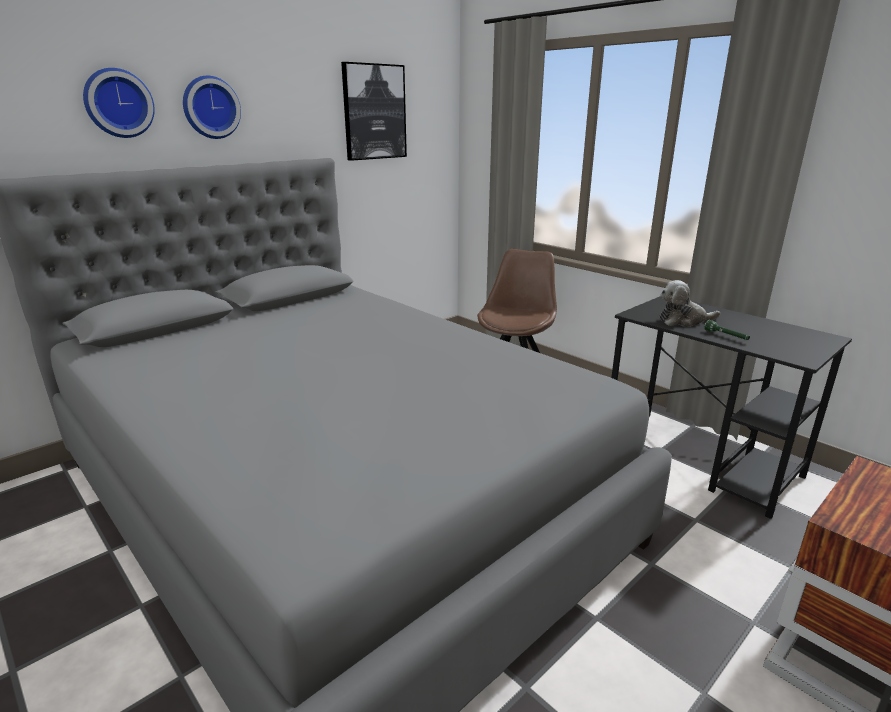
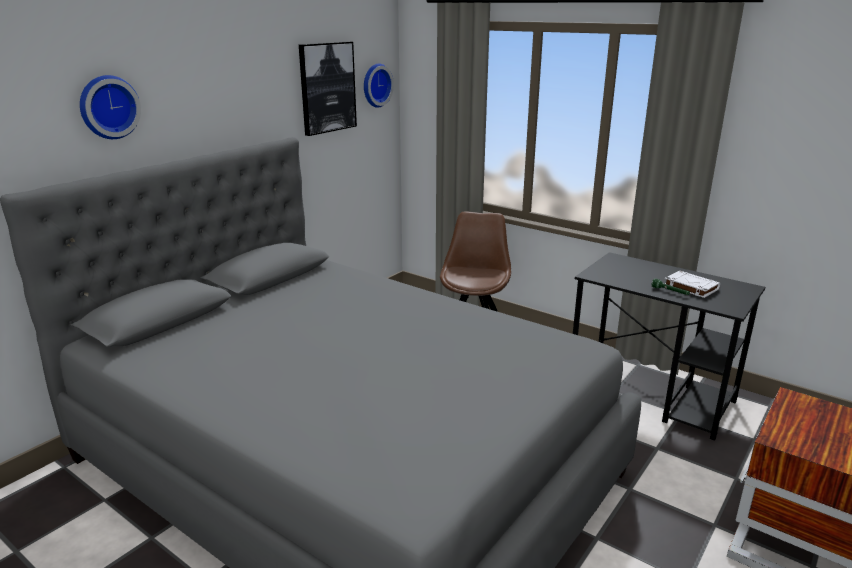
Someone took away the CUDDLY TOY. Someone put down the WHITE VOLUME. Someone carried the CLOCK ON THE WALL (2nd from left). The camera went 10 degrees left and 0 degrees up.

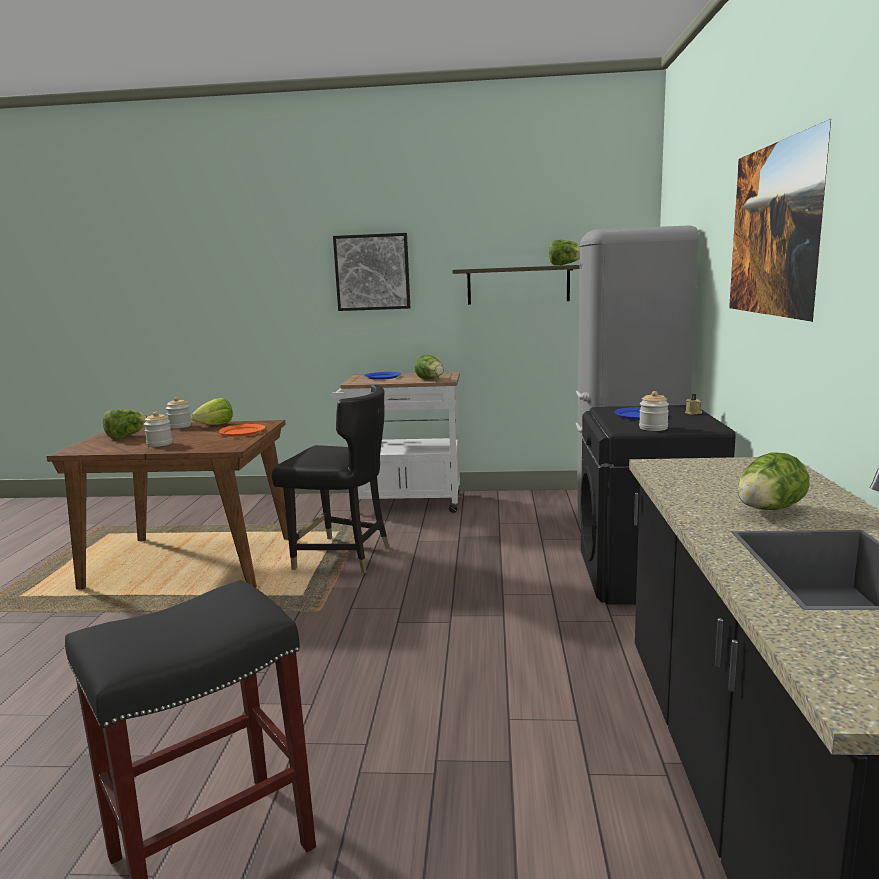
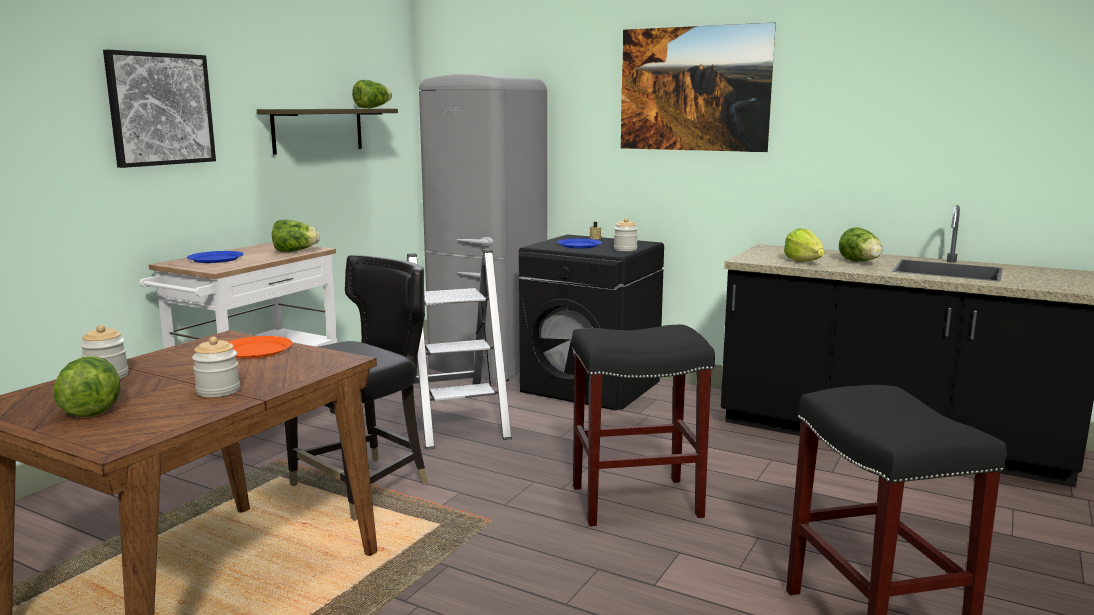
Someone put down the GREYISH STEPLADDER. Someone put down the BLACK STOOL (1st from left). Someone carried the LETTUCE HEAD (2nd from left in the first image). The camera went 65 degrees left and 0 degrees up.

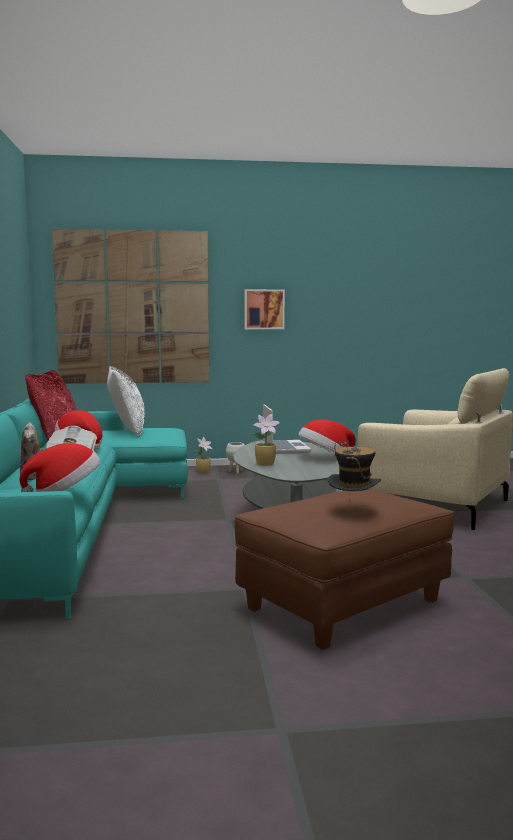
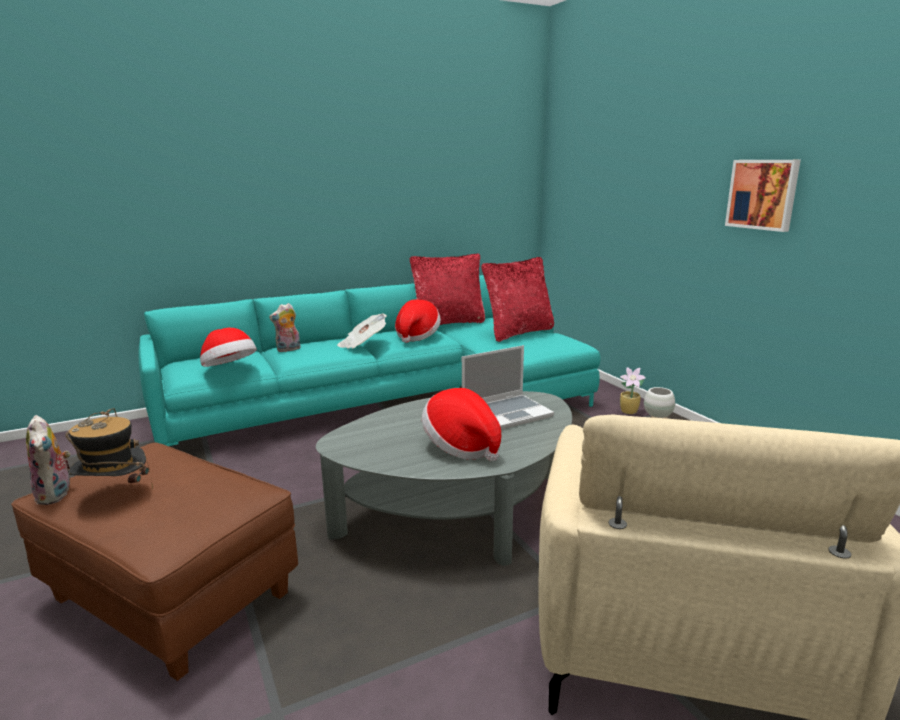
Someone took away the WALL ART (1st from left). Someone took away the PLANT IN A POT (2nd from left). Someone put down the CUDDLY TOY (1st from left). Someone repainted the WHITE THROW PILLOW, which became the REDDISH THROW PILLOW (2nd from left). The camera went 70 degrees right and 10 degrees up.

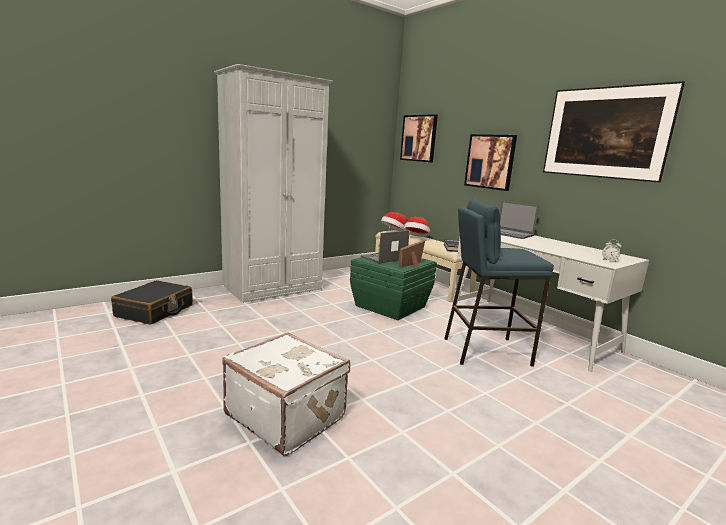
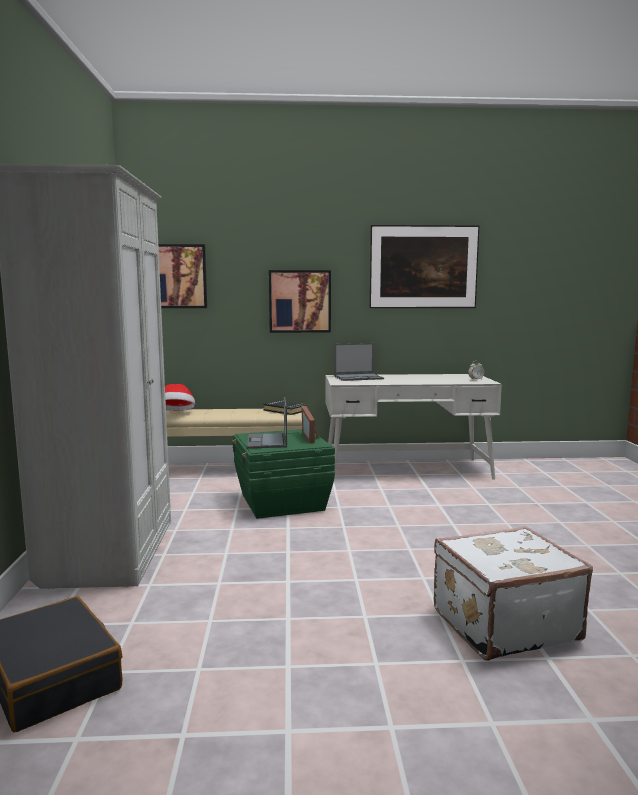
Someone took away the WEARABLE HAT (2nd from left). Someone took away the BLUISH STOOL. The camera went 55 degrees left and 5 degrees down.

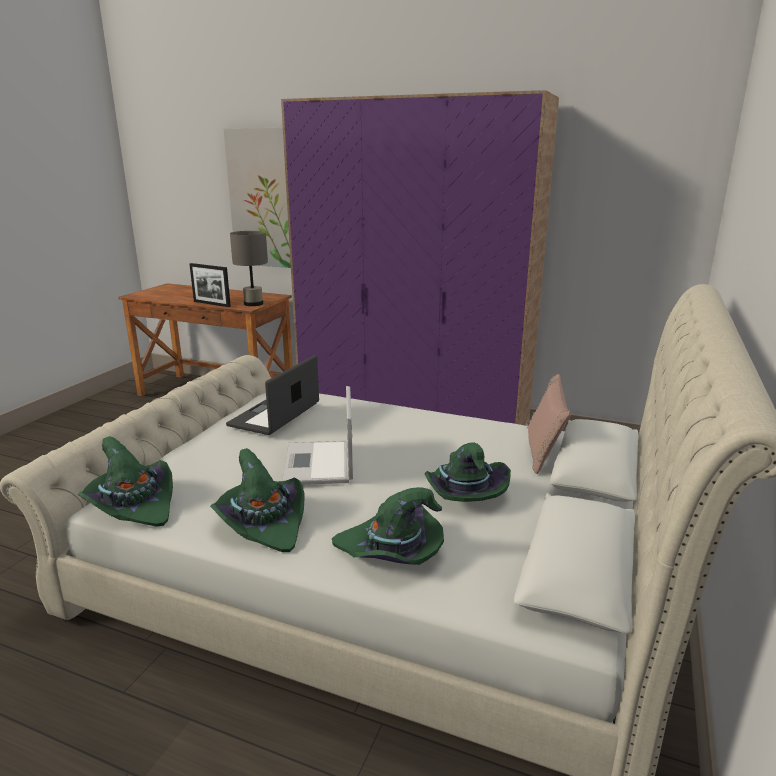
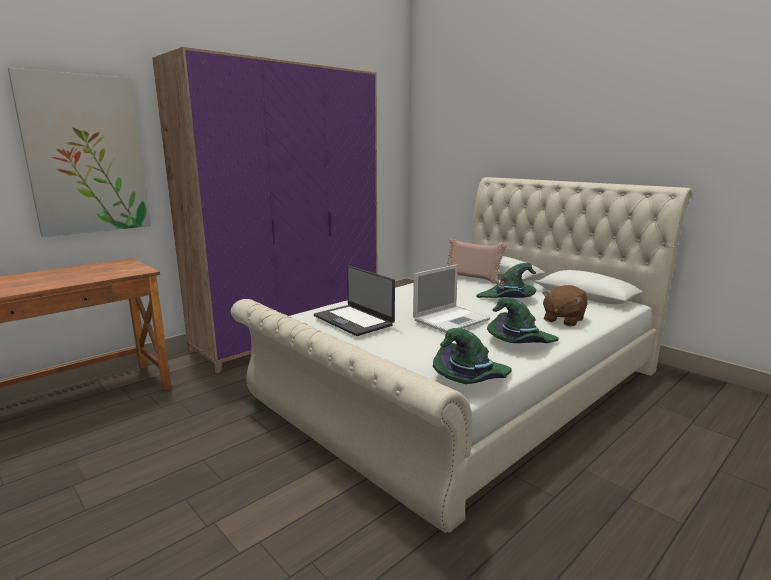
Someone took away the PHOTO FRAME. Someone took away the GREYISH LAMP FOR A TABLE. Someone swapped the GREEN WEARABLE HAT (3rd from left) for the BROWN-COLOURED CUDDLY TOY. Someone rotated the LAPTOP (2nd from left) by 60 degrees counterclockwise. The camera went 65 degrees left and 5 degrees down.

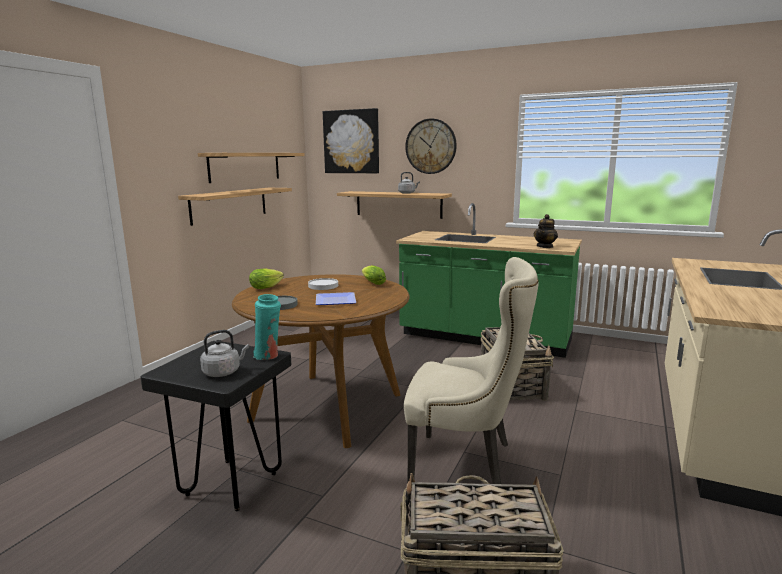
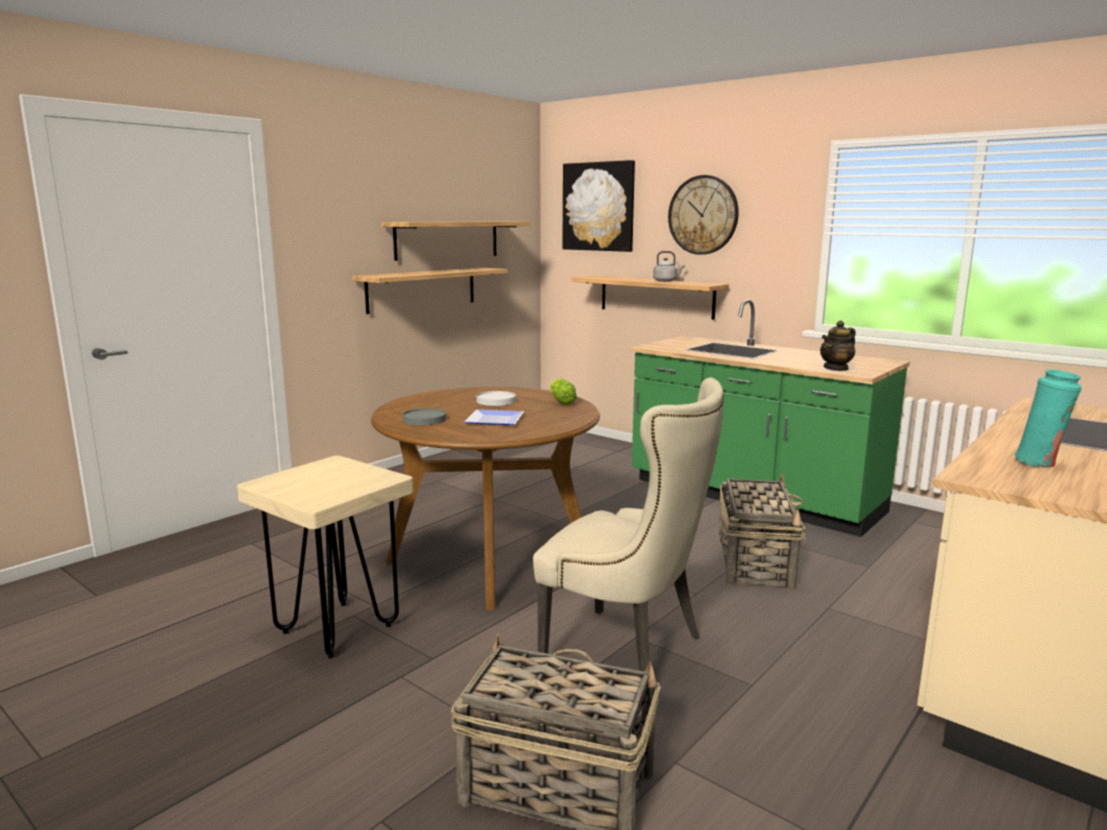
Someone took away the GREYISH WATER KETTLE (1st from left). Someone took away the LETTUCE HEAD (1st from left). Someone carried the BLUE-GREEN VASE. Someone repainted the BLACK STOOL, which became the SAND-COLOURED STOOL. The camera went 15 degrees right and 0 degrees up.

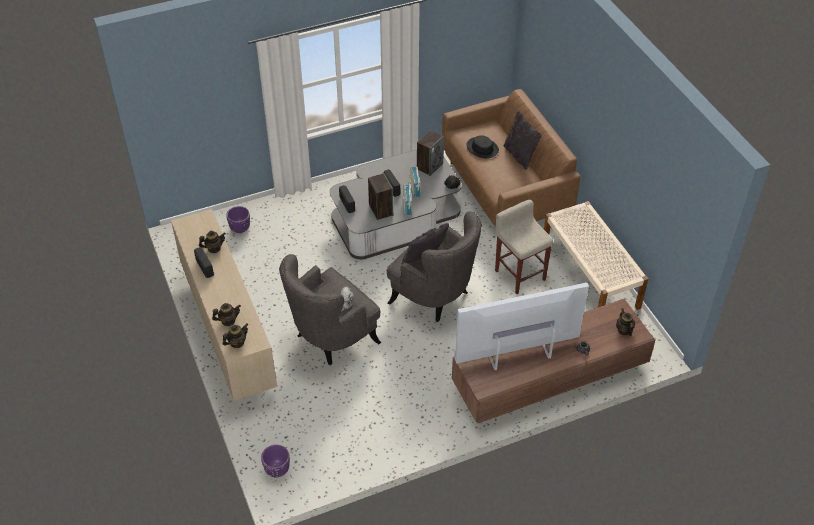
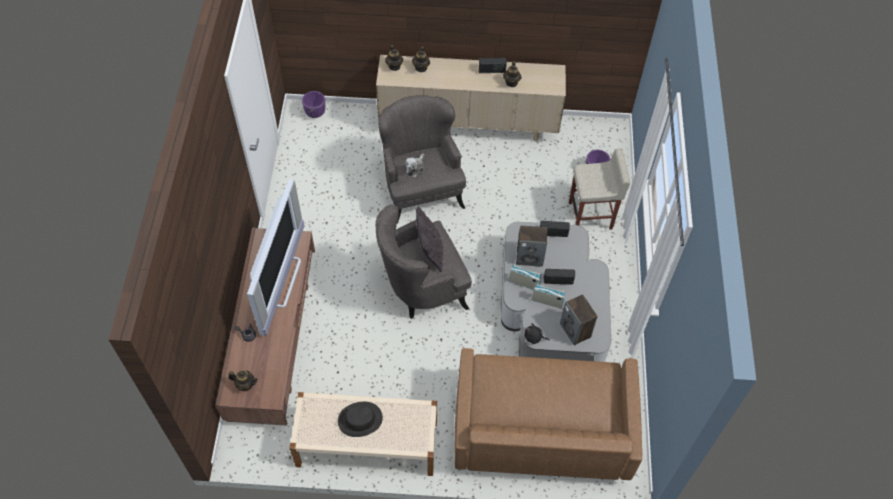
Someone took away the BLACK THROW PILLOW (2nd from left). Someone carried the BLACK WEARABLE HAT. Someone carried the SAND-COLOURED STOOL. The camera went 115 degrees right and 10 degrees up.

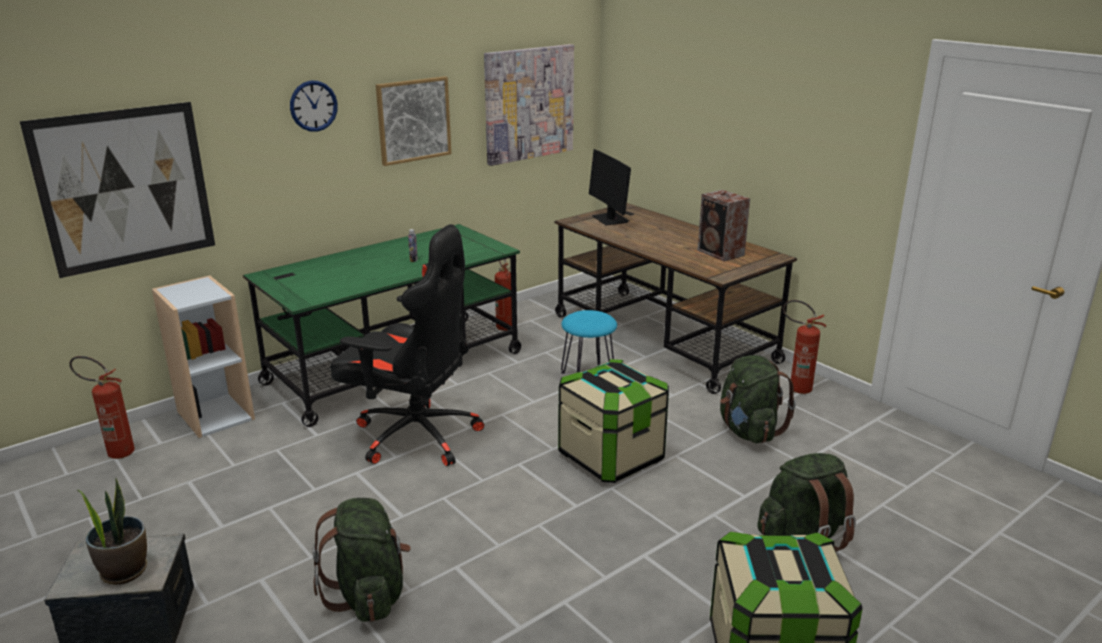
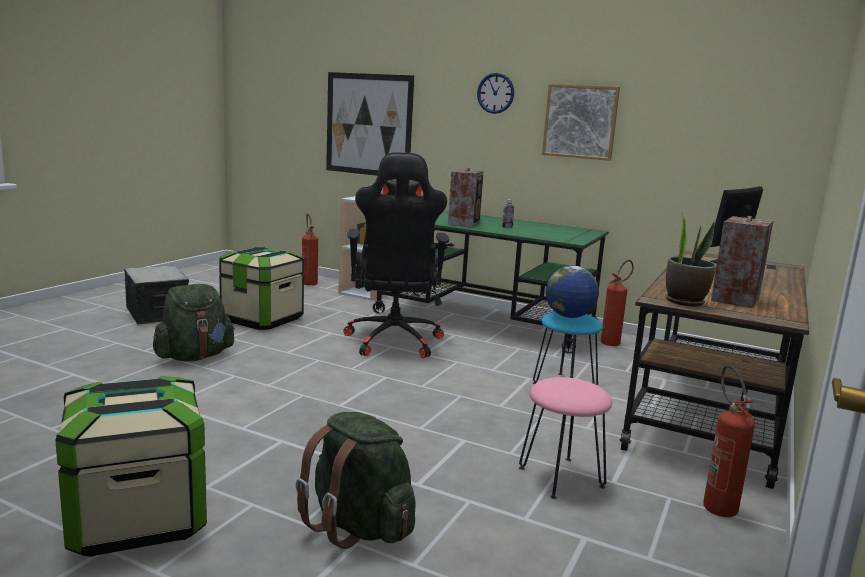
Someone took away the WALL ART (3rd from left). Someone put down the SPEAKER (1st from left). Someone put down the WORLD GLOBE. Someone carried the PLANT IN A POT. Someone carried the STORAGE BOX (2nd from left in the first image). Someone swapped the GREEN BACKPACK (2nd from left) for the PINKISH STOOL. The camera went 65 degrees right and 10 degrees down.

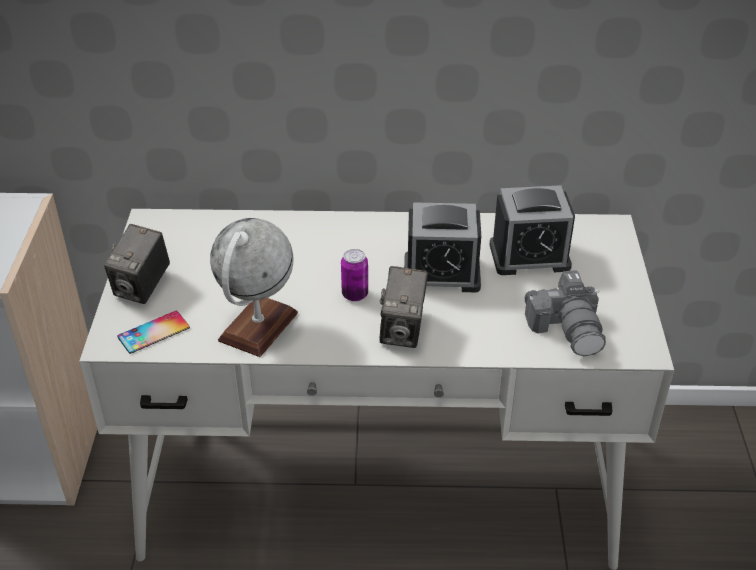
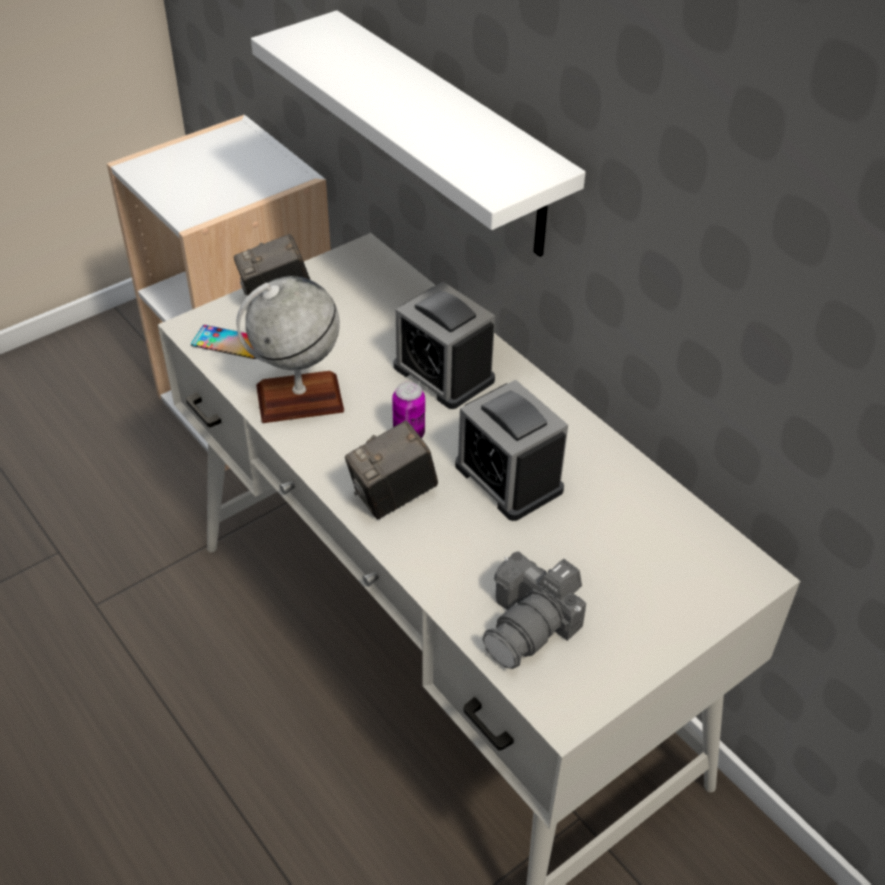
Someone put up the WHITE SHELF. Someone carried the BEDSIDE CLOCK (2nd from left in the first image). The camera went 50 degrees right and 5 degrees up.

